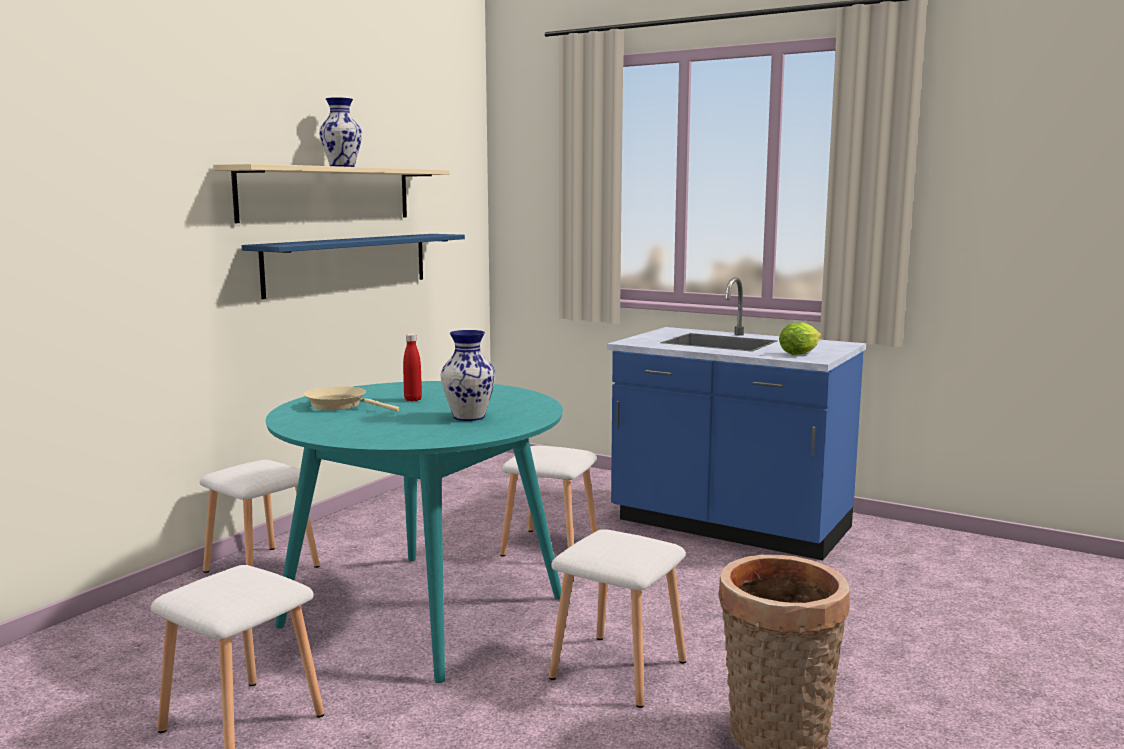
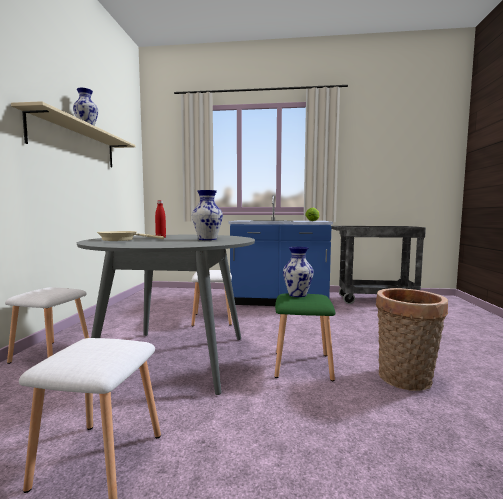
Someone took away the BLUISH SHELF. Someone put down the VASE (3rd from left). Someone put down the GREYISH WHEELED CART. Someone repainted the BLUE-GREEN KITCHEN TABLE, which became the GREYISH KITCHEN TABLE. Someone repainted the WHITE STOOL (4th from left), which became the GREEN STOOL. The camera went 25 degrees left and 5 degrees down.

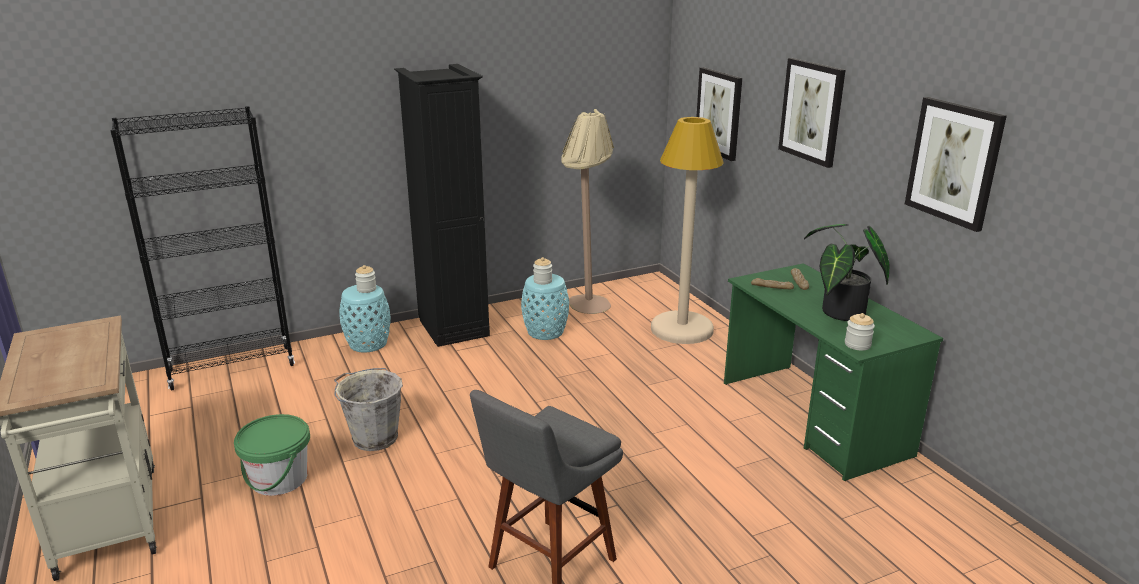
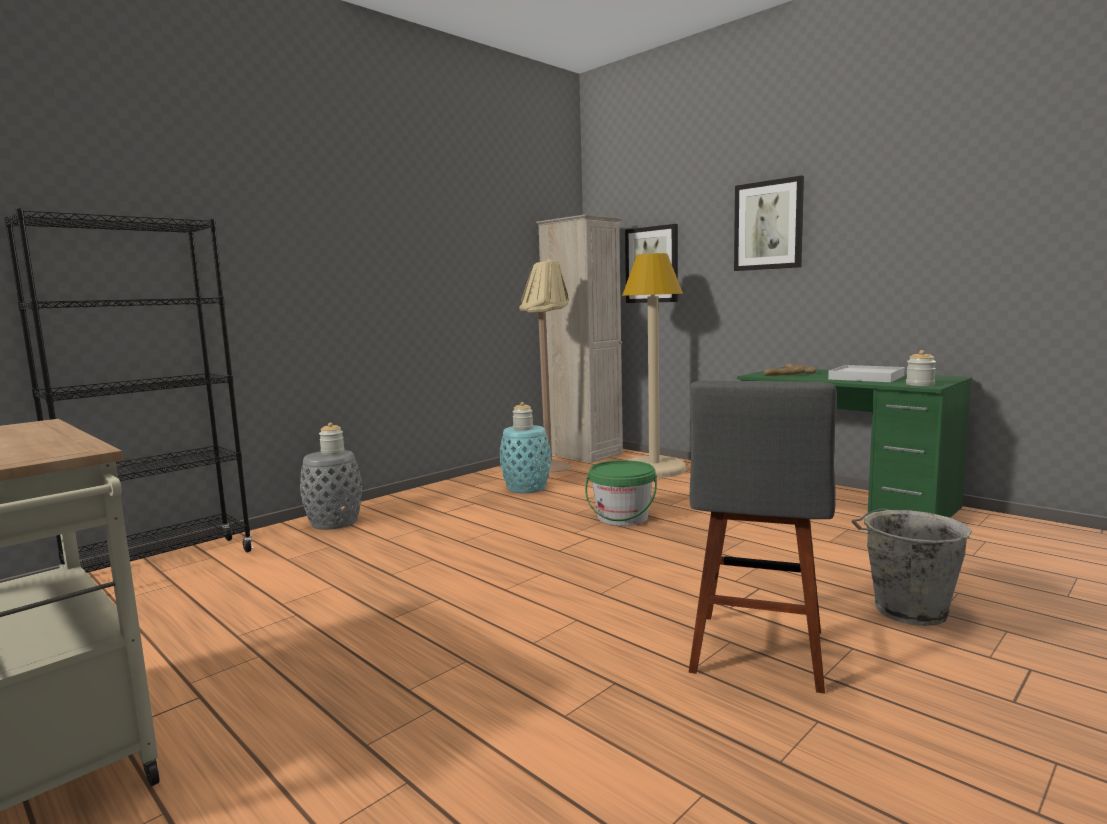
Someone took away the BLACK STORAGE CABINET. Someone took away the WALL ART (3rd from left). Someone put down the SAND-COLOURED STORAGE CABINET. Someone carried the GREEN WATER BUCKET. Someone carried the GREYISH WATER BUCKET. Someone swapped the PLANT IN A POT for the WHITE CARRYING TRAY. Someone repainted the BLUE-GREEN STOOL (1st from left), which became the GREYISH STOOL (1st from left). The camera went 20 degrees left and 15 degrees down.

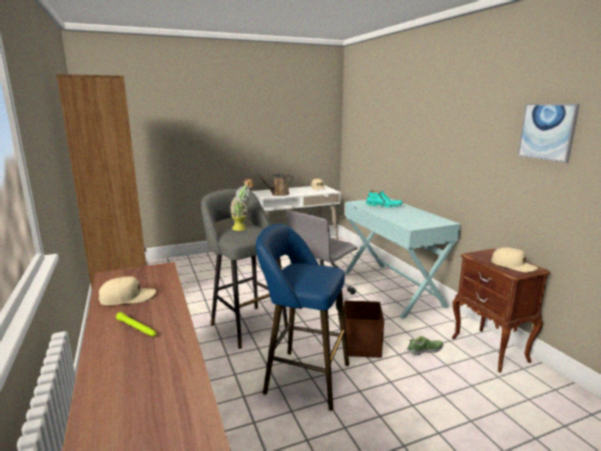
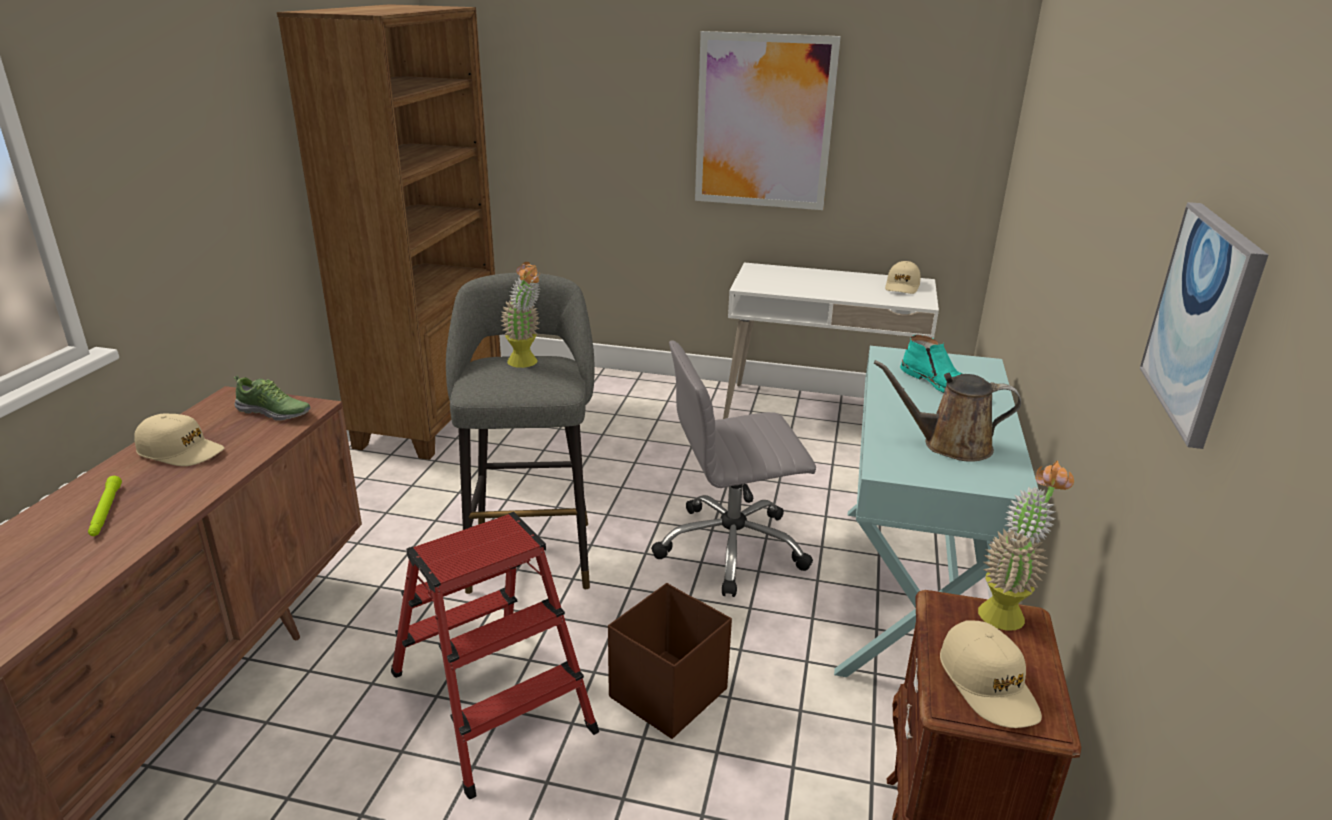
Someone put up the WALL ART (1st from left). Someone put down the PLANT IN A POT (2nd from left). Someone carried the BROWN-COLOURED SPRINKLING CAN. Someone carried the ITEM OF FOOTWEAR. Someone swapped the BLUISH STOOL for the REDDISH STEPLADDER. The camera went 35 degrees right and 10 degrees up.

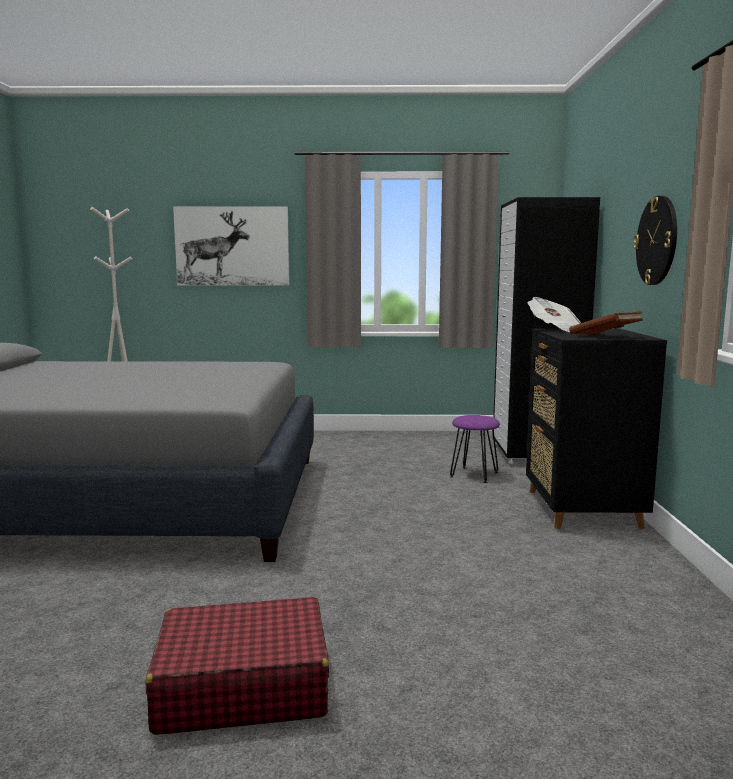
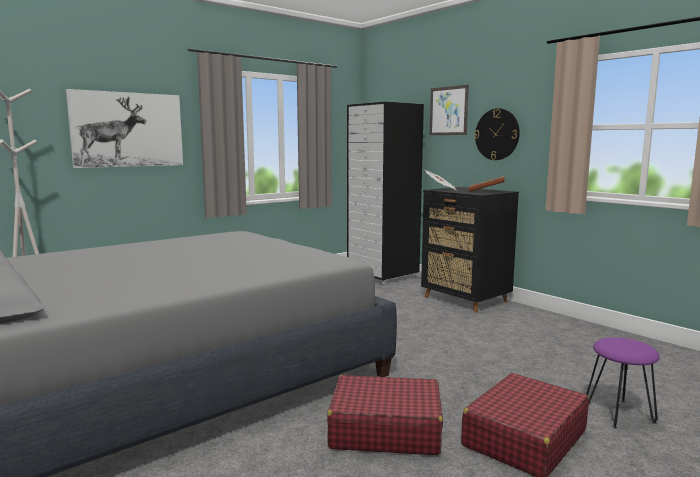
Someone put down the REDDISH TRAVEL CASE (1st from left). Someone put up the WALL ART (2nd from left). Someone carried the PURPLE STOOL. The camera went 40 degrees left and 0 degrees up.

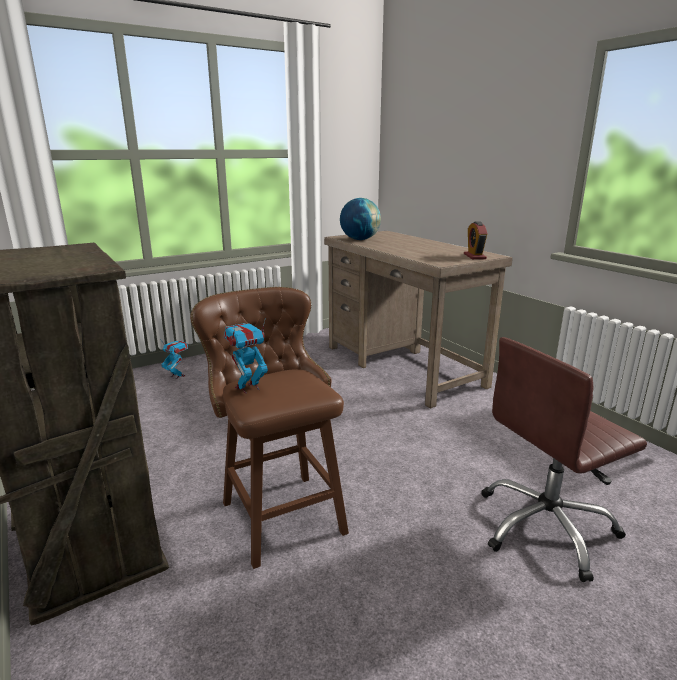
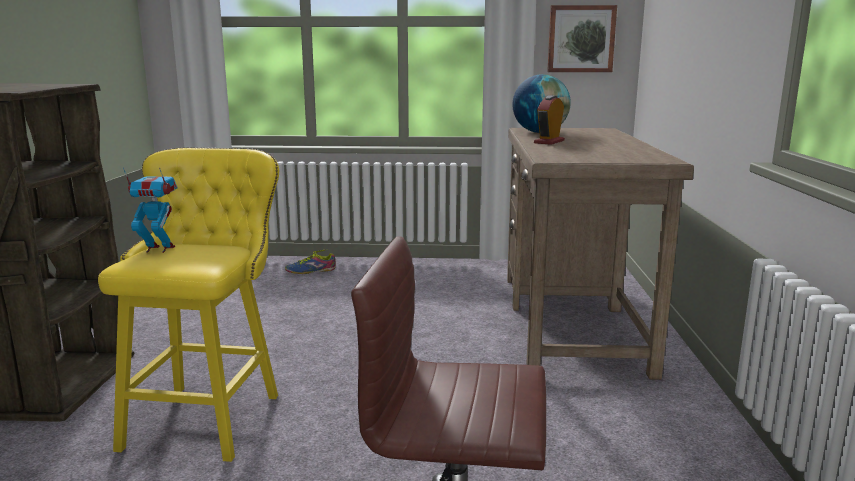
Someone put up the WALL ART. Someone carried the BEDSIDE CLOCK. Someone swapped the MODEL ROBOT (1st from left) for the ITEM OF FOOTWEAR. Someone repainted the BROWN-COLOURED STOOL, which became the YELLOWISH STOOL. The camera went 35 degrees right and 5 degrees down.

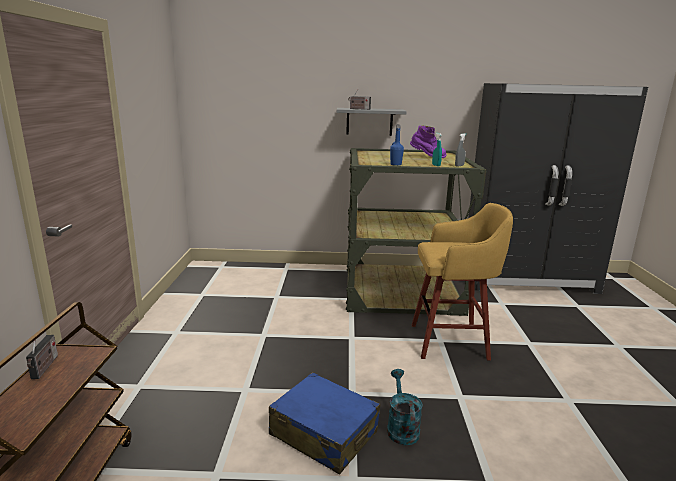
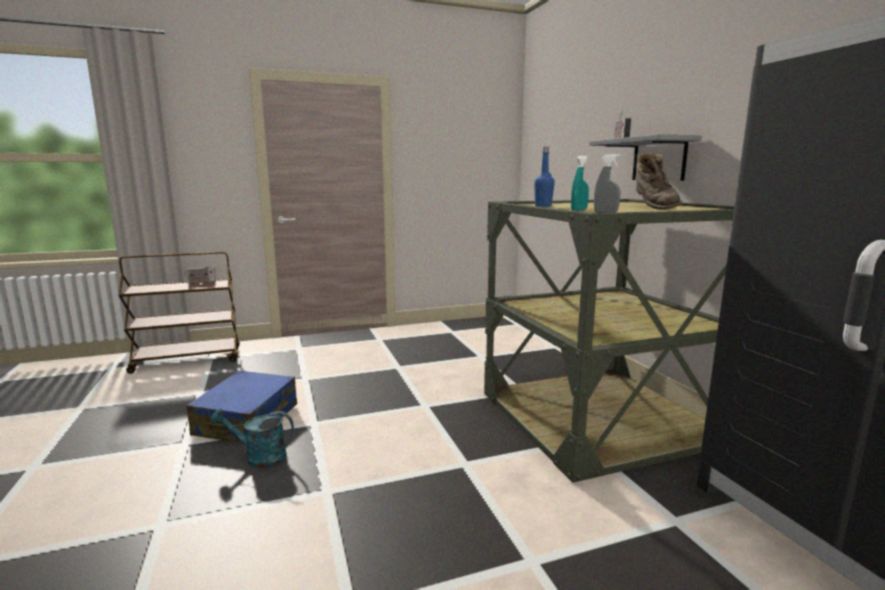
Someone took away the YELLOWISH STOOL. Someone repainted the PURPLE HIGH-TOP BOOT, which became the BROWN-COLOURED HIGH-TOP BOOT. Someone rotated the BLUE-GREEN SPRINKLING CAN by 150 degrees counterclockwise. The camera went 70 degrees right and 5 degrees down.

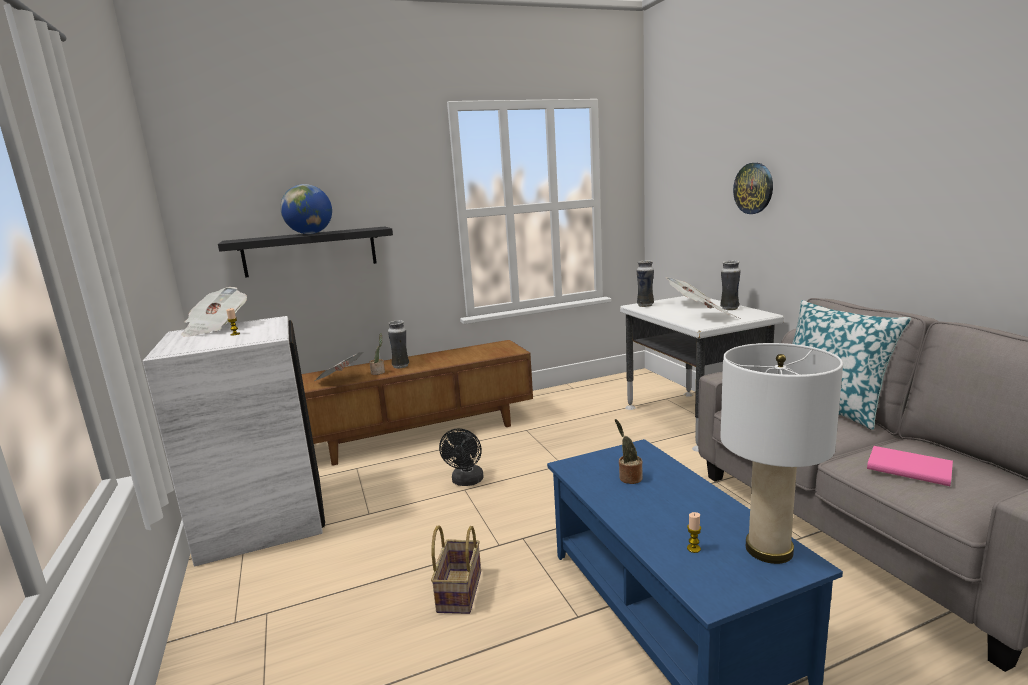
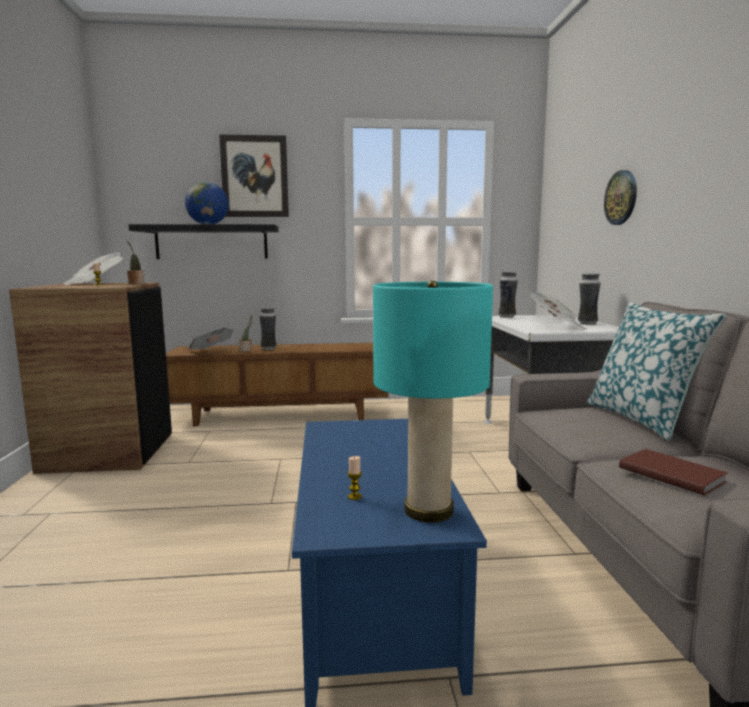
Someone took away the BASKET. Someone took away the BLACK ELECTRIC FAN. Someone put up the WALL ART. Someone carried the PLANT IN A POT (2nd from left in the first image). Someone repainted the WHITE STORAGE CABINET, which became the BROWN-COLOURED STORAGE CABINET. Someone repainted the WHITE LAMP FOR A TABLE, which became the BLUE-GREEN LAMP FOR A TABLE. Someone repainted the PINKISH VOLUME, which became the BROWN-COLOURED VOLUME. The camera went 15 degrees right and 5 degrees down.

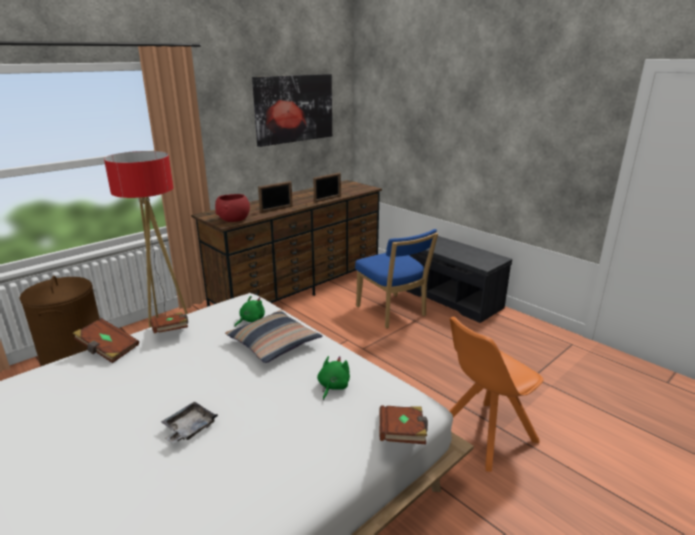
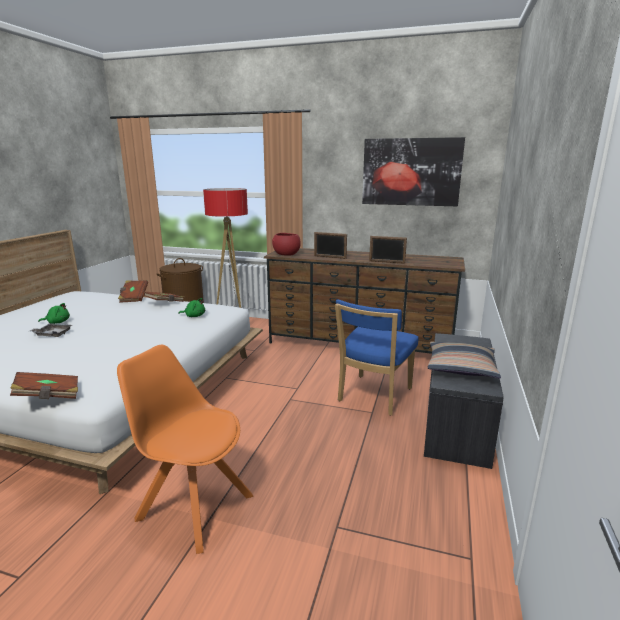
Someone carried the THROW PILLOW. Someone carried the GREEN CUDDLY TOY (2nd from left in the first image). The camera went 60 degrees right and 5 degrees down.

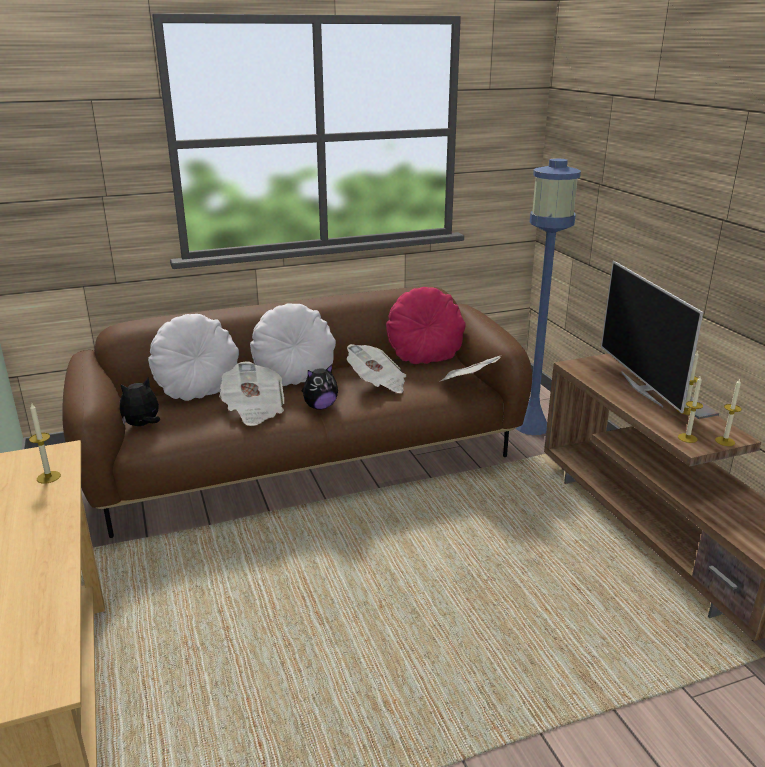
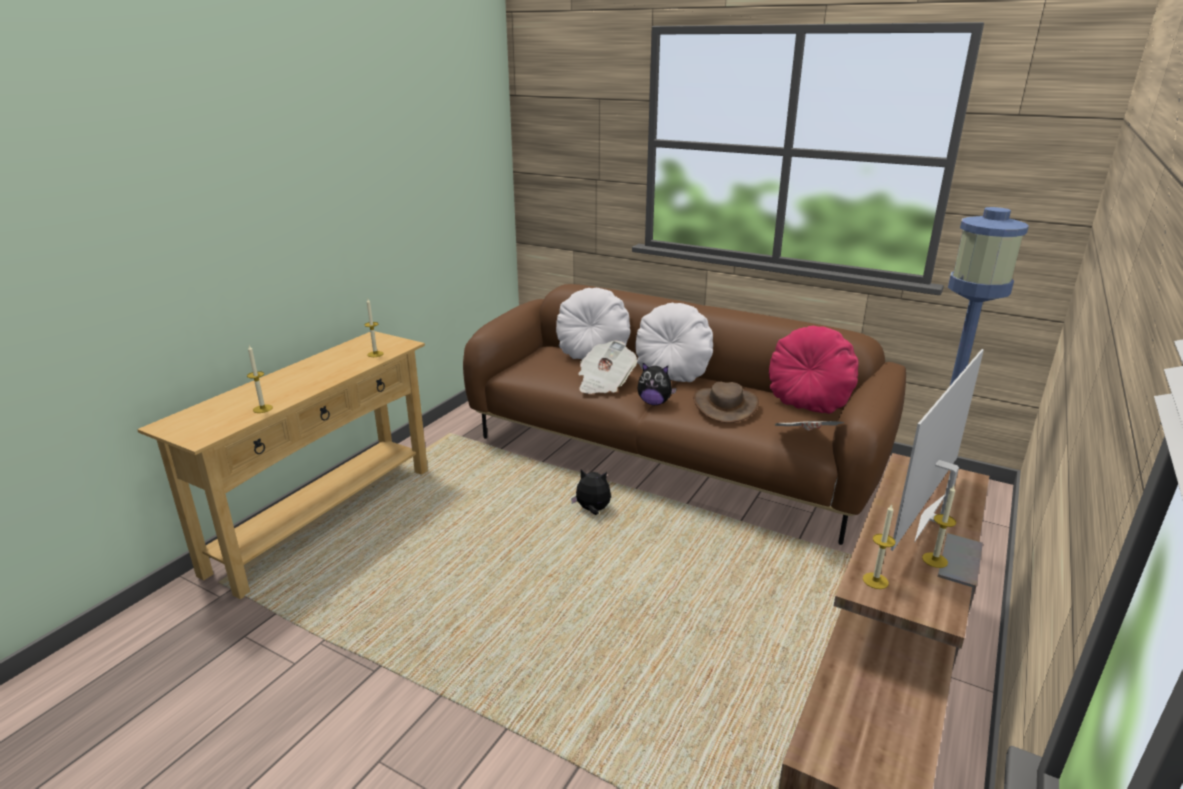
Someone carried the CUDDLY TOY (1st from left). Someone carried the CANDLE (4th from left in the first image). Someone swapped the NEWSPAPER (2nd from left) for the BROWN-COLOURED WEARABLE HAT. The camera went 50 degrees right and 0 degrees up.

